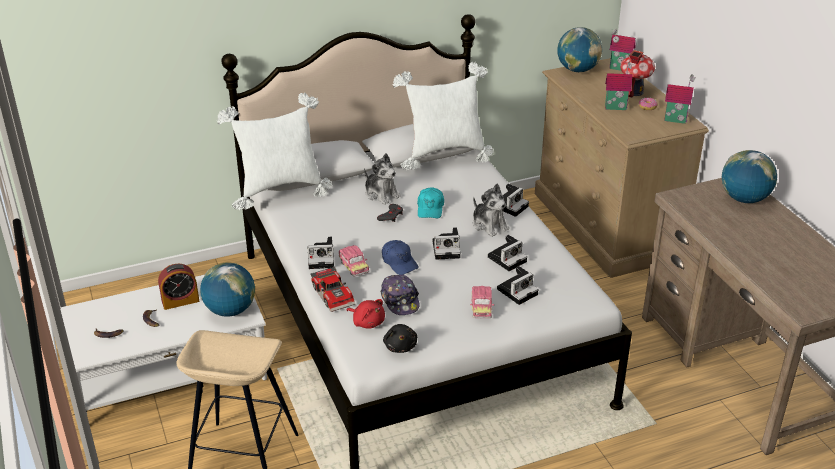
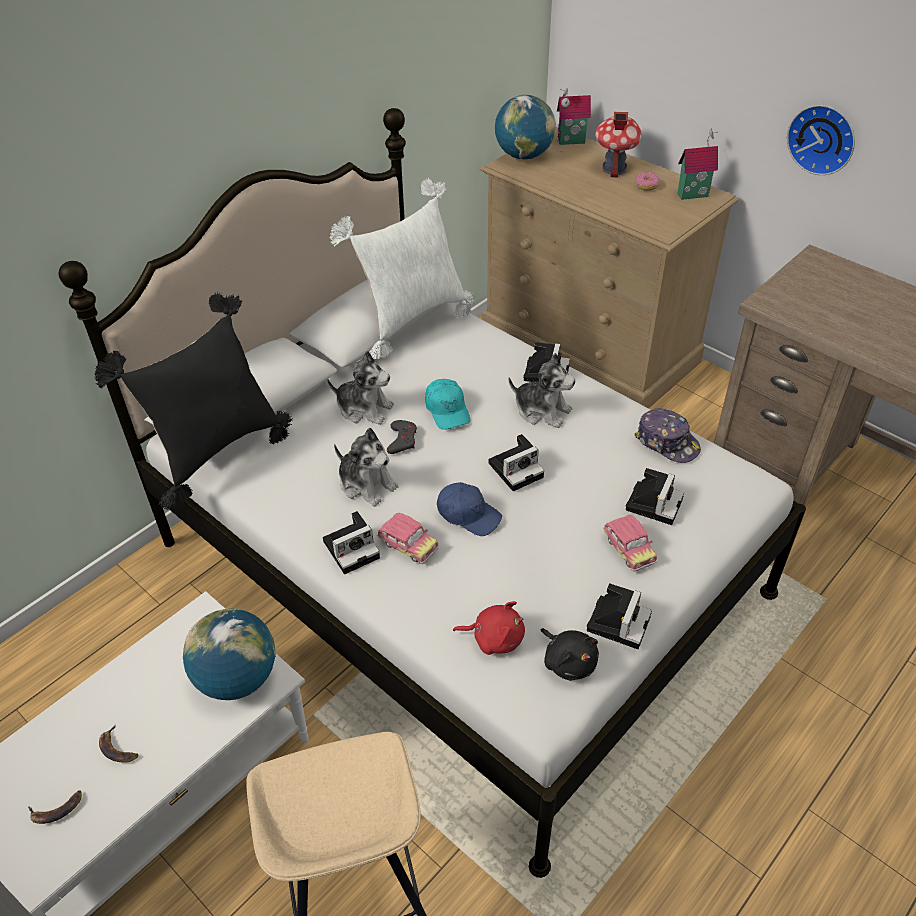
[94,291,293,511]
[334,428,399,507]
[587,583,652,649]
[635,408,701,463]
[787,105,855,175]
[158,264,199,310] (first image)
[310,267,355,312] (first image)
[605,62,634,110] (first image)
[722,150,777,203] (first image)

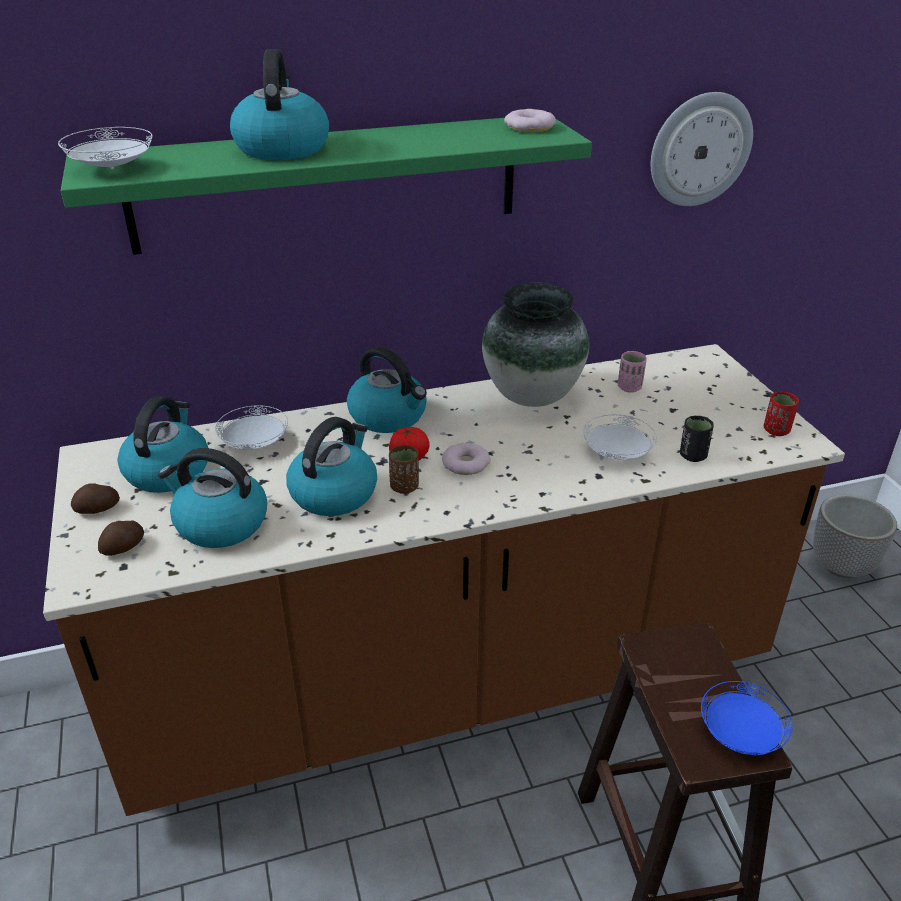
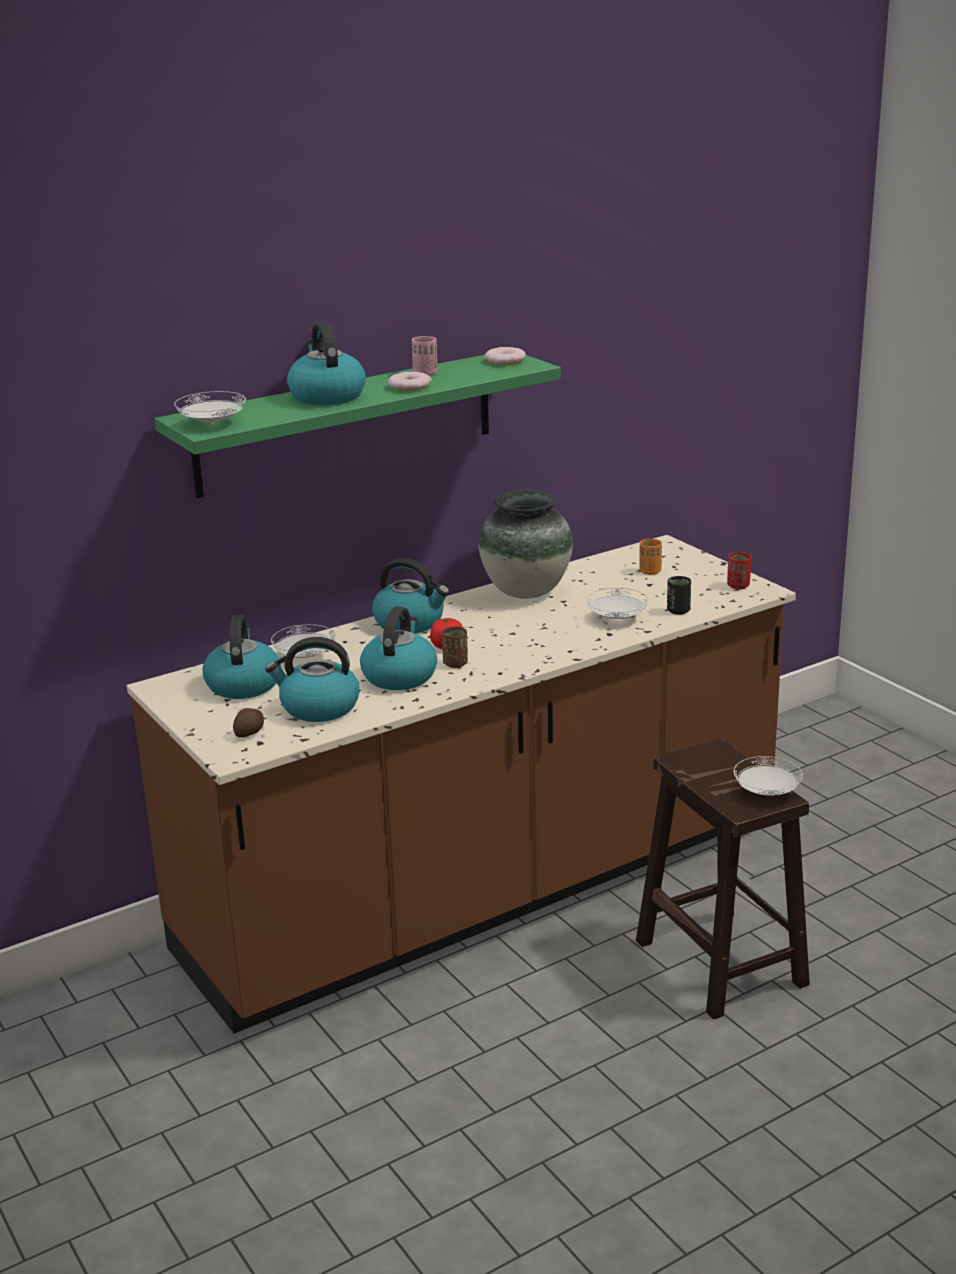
[388,372,432,391]
[412,336,437,376]
[639,539,662,575]
[734,756,803,796]
[71,483,120,514] (first image)
[651,92,753,206] (first image)
[813,494,897,578] (first image)

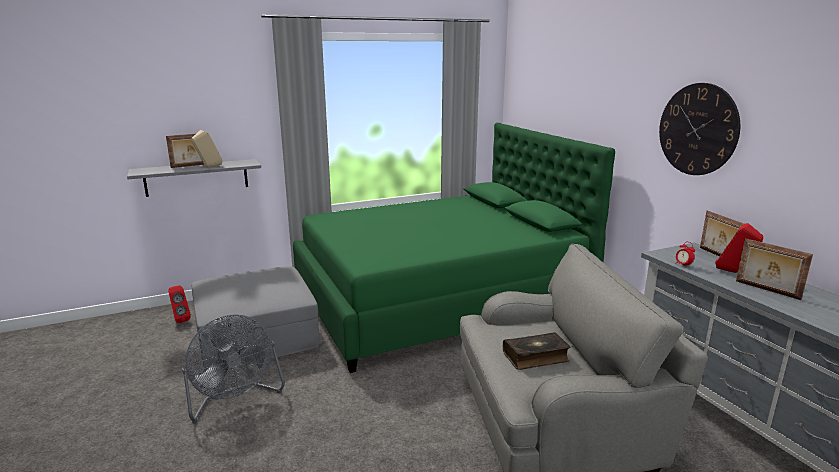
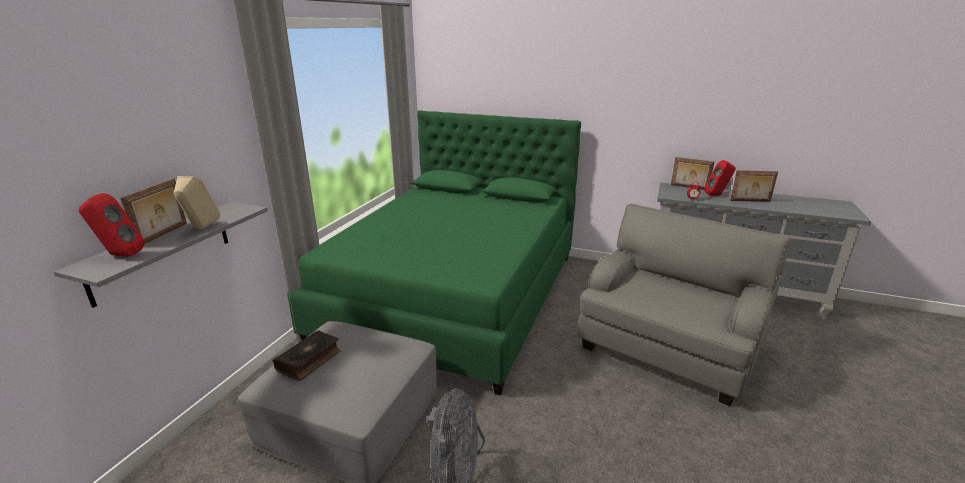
[78,193,144,257]
[273,331,340,381]
[659,83,740,175] (first image)

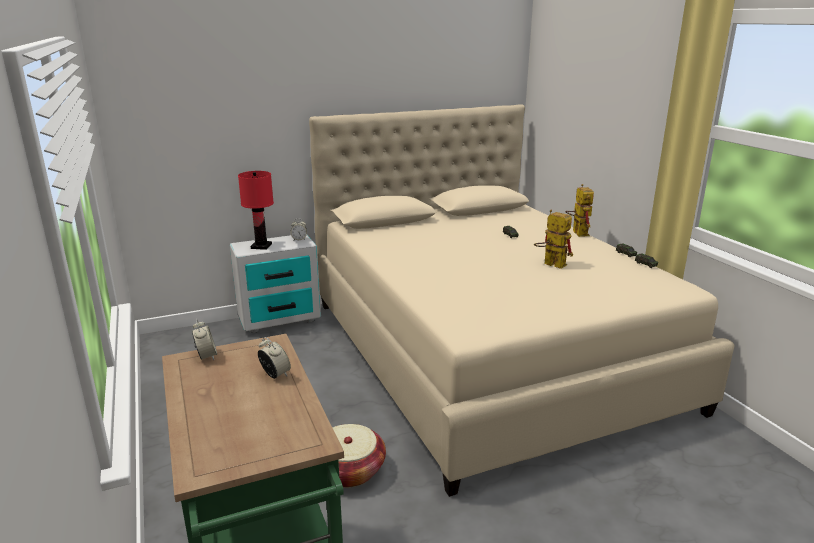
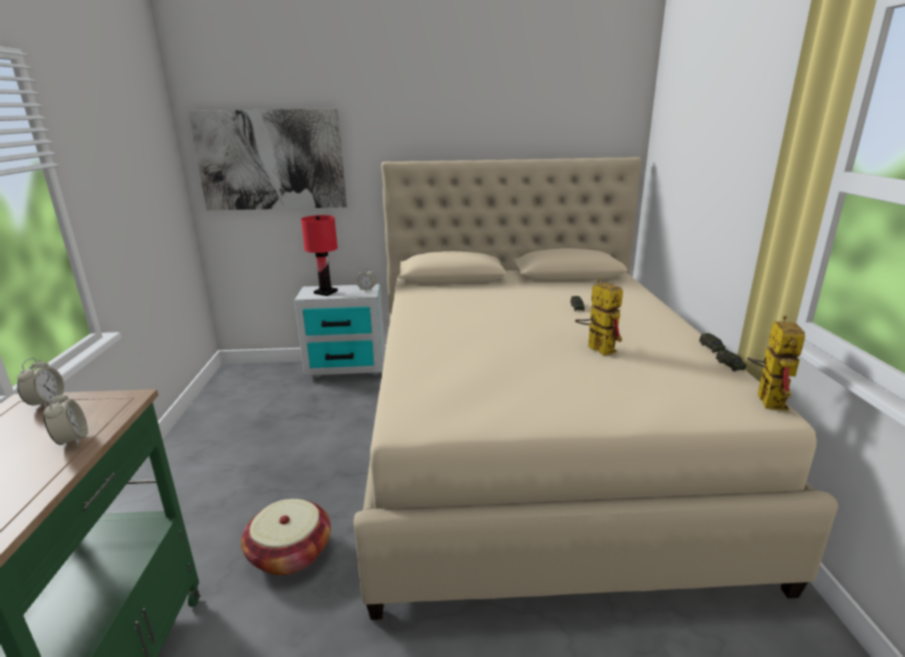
[188,109,347,210]
[747,316,805,411]

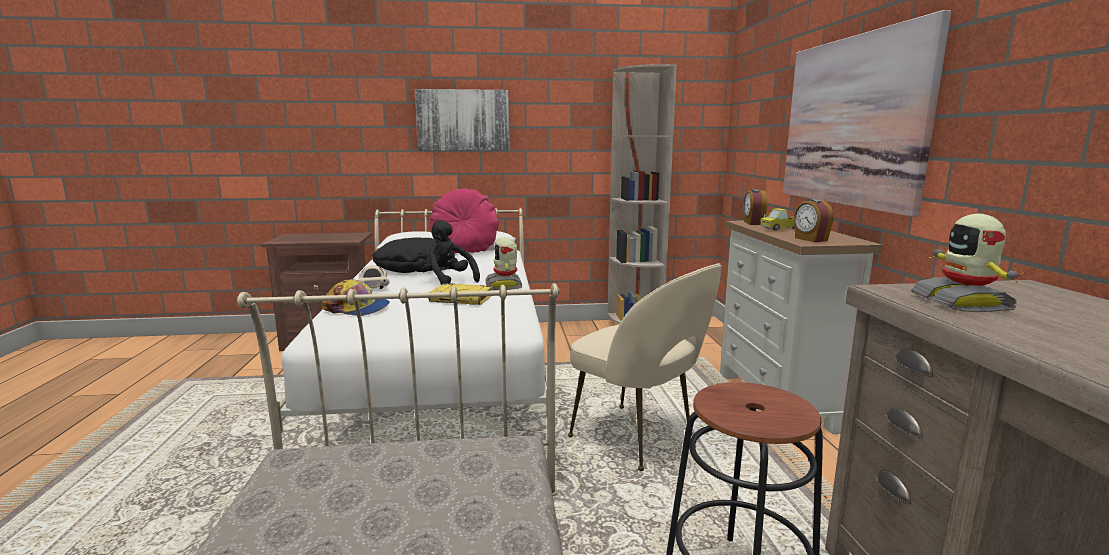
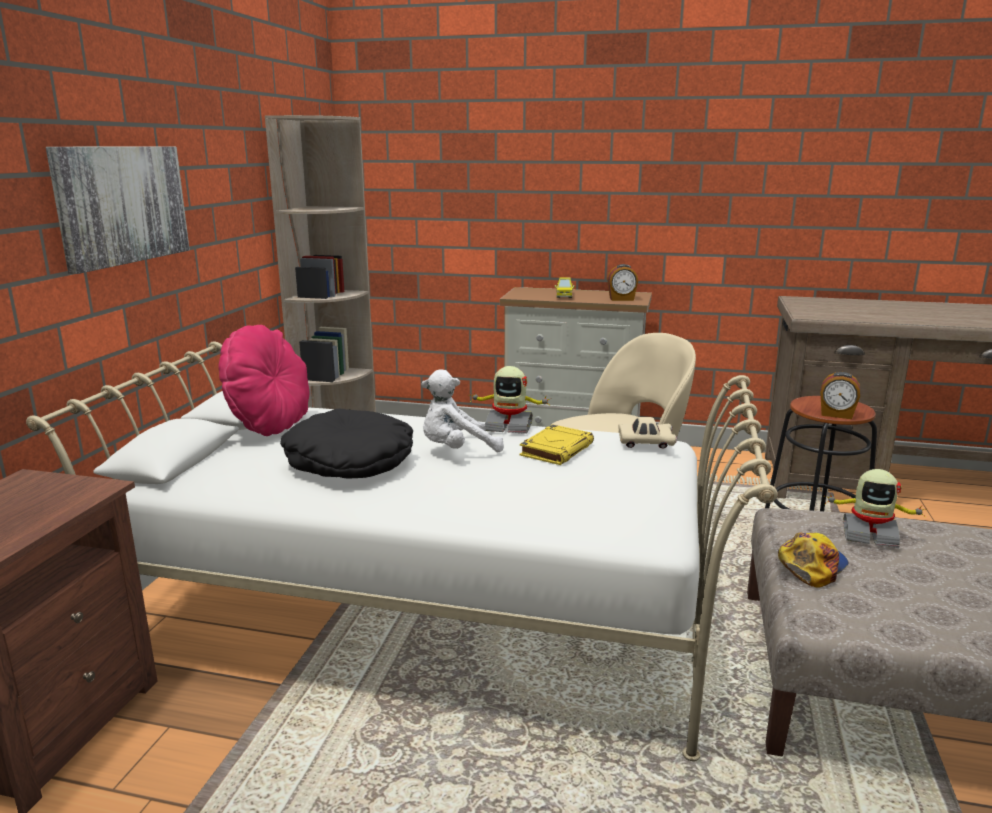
[421,369,504,452]
[619,417,677,448]
[778,532,848,588]
[820,372,860,419]
[823,469,928,548]
[783,10,951,217] (first image)

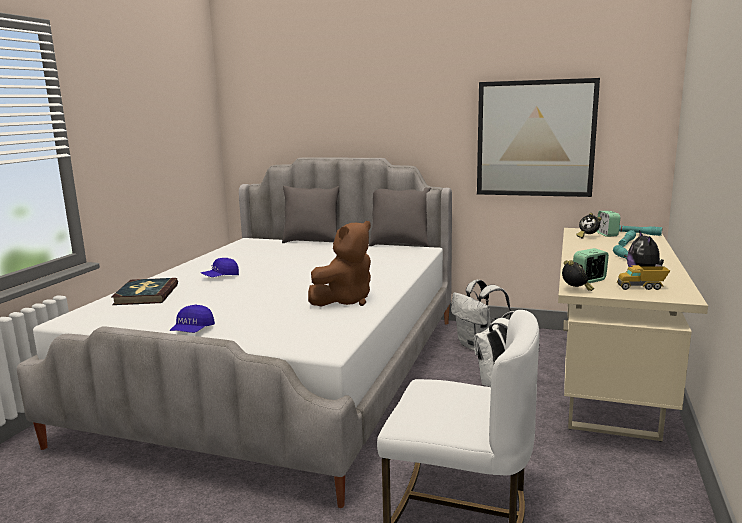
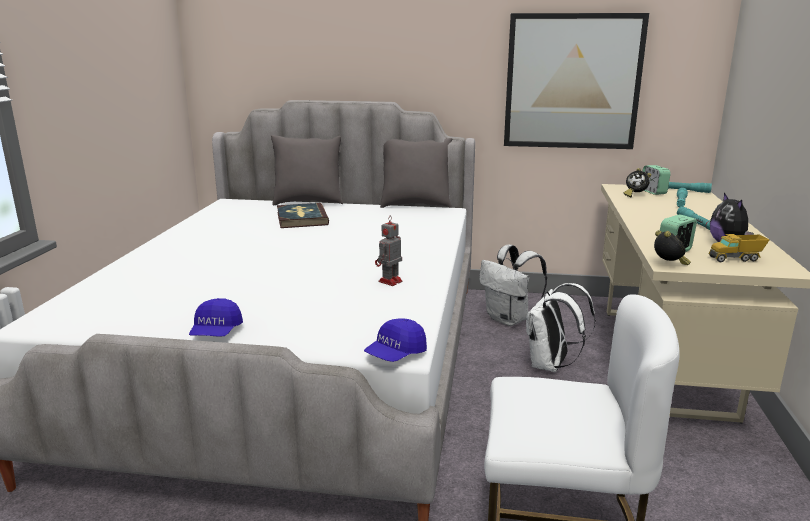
[277,203,329,228]
[364,318,427,362]
[375,216,403,286]

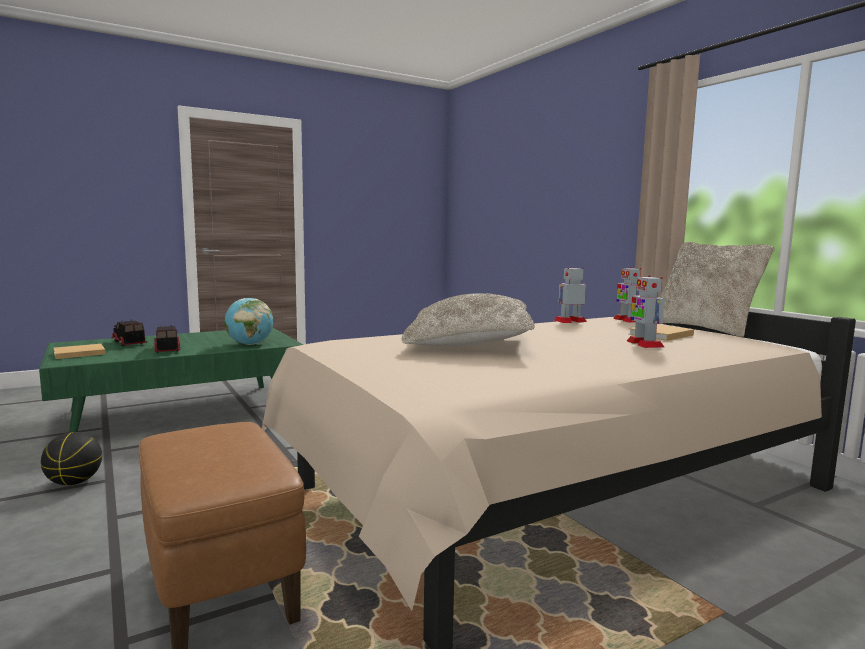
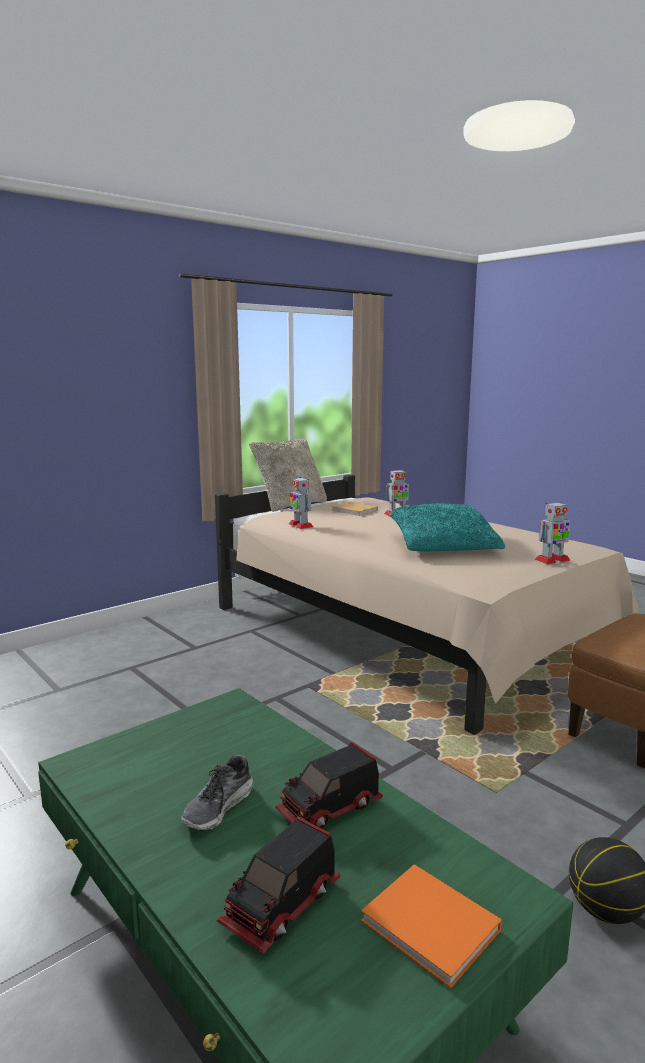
[181,755,253,830]
[361,864,502,988]
[389,504,505,551]
[535,501,570,564]
[224,298,274,345] (first image)

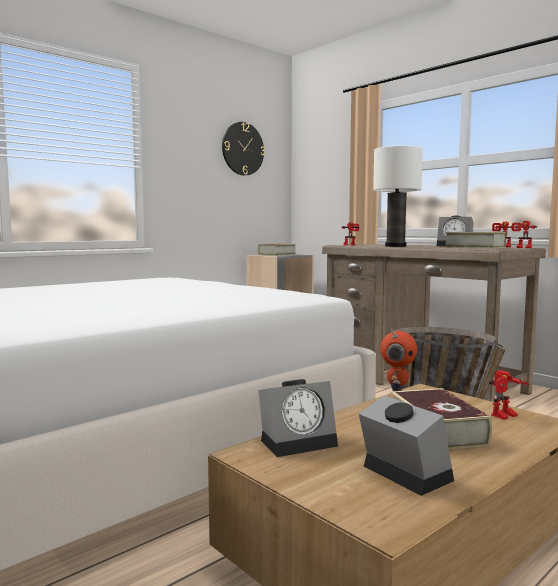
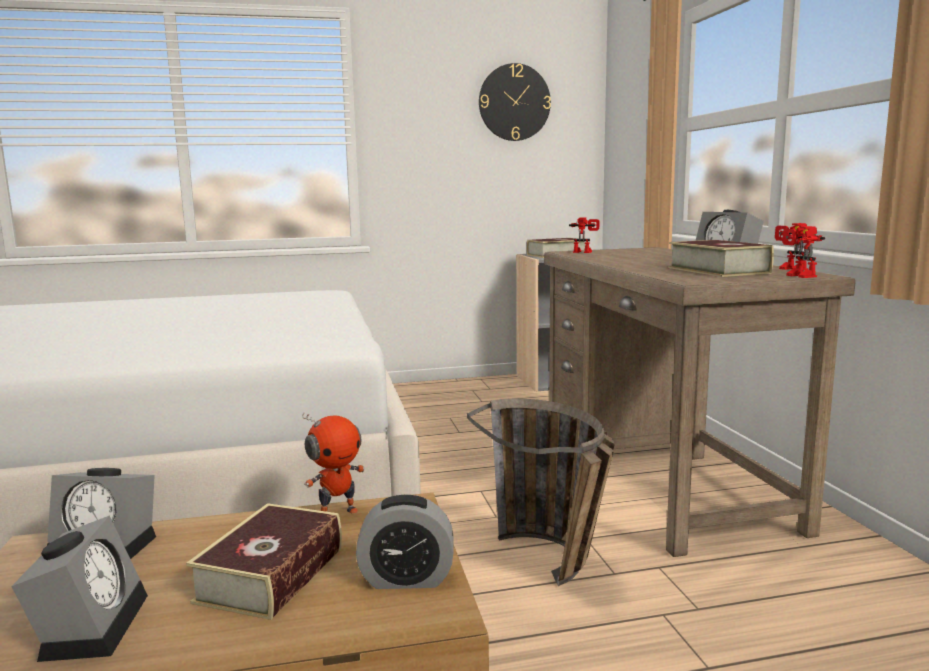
[356,494,454,589]
[373,145,423,247] (first image)

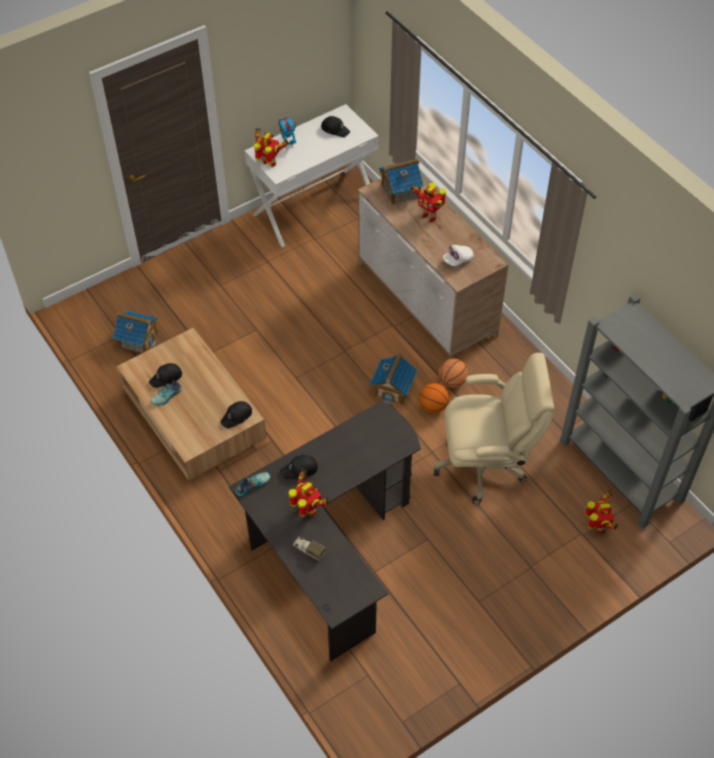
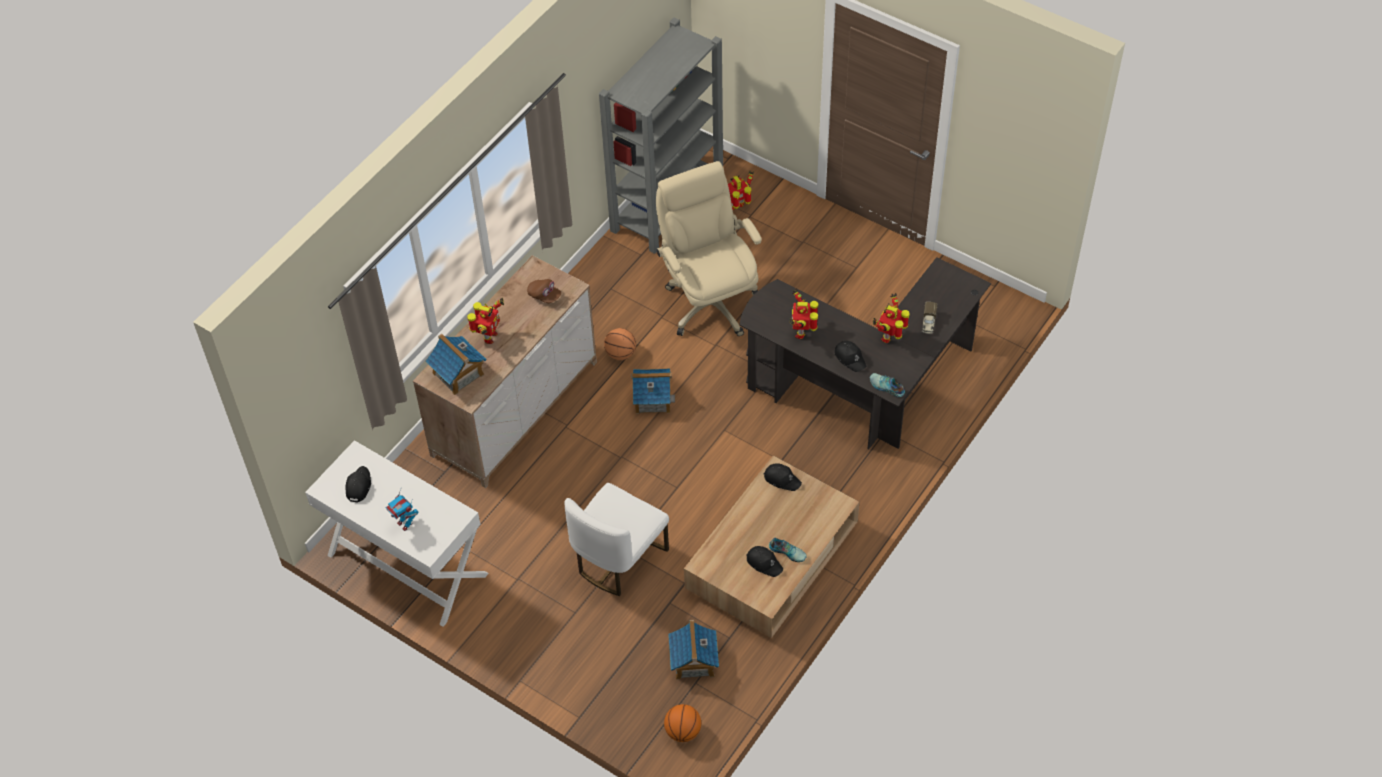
[527,279,561,303]
[565,483,669,596]
[664,704,701,742]
[789,288,818,339]

